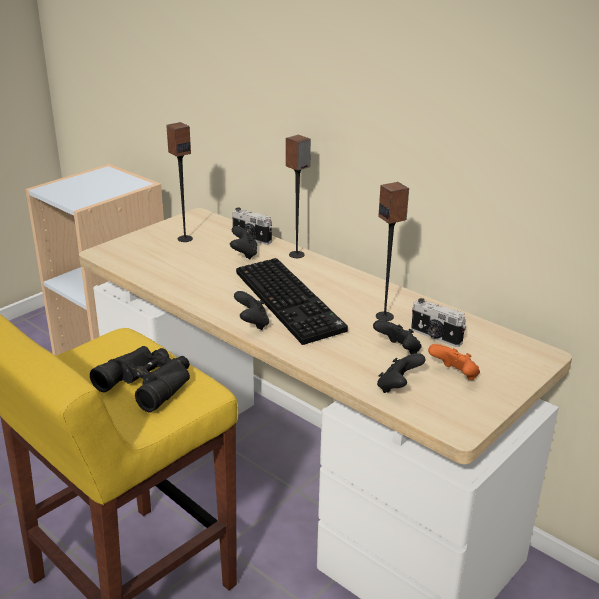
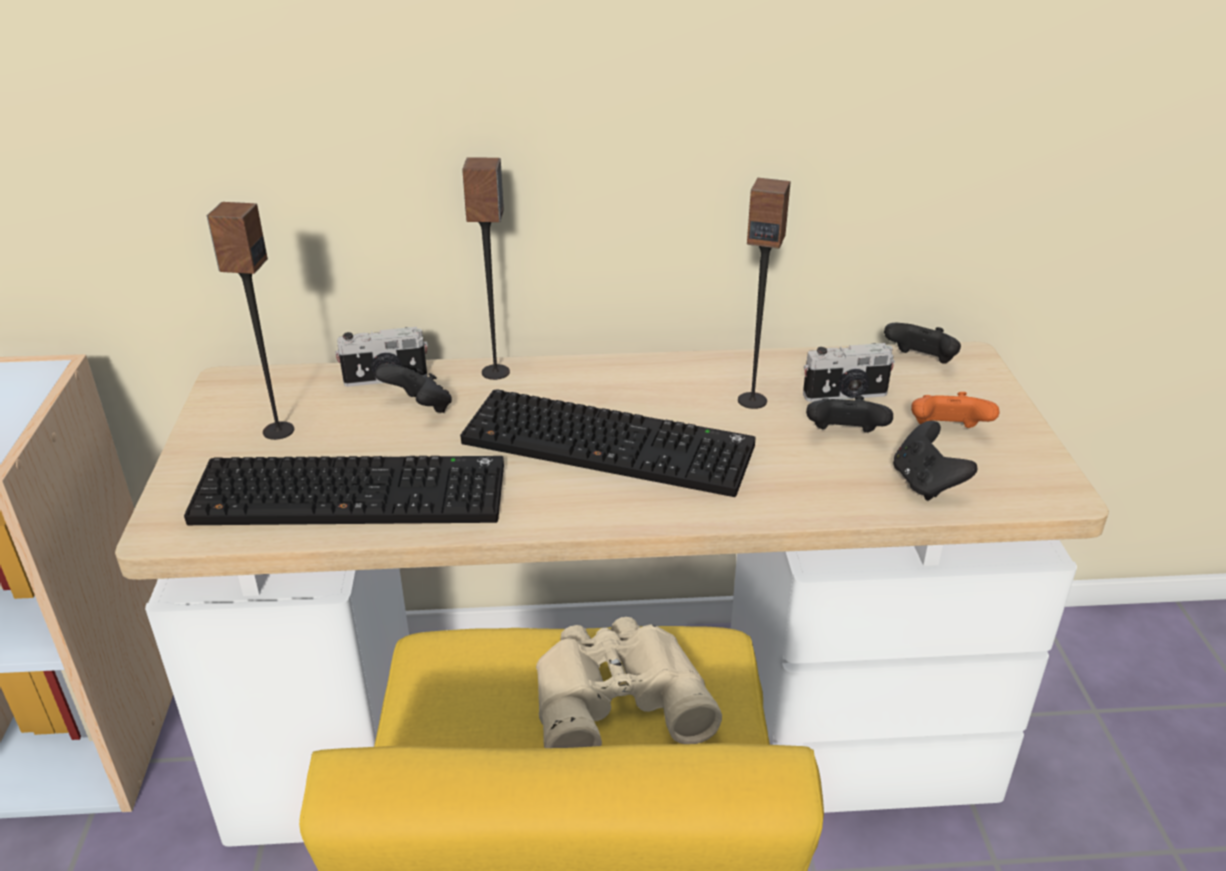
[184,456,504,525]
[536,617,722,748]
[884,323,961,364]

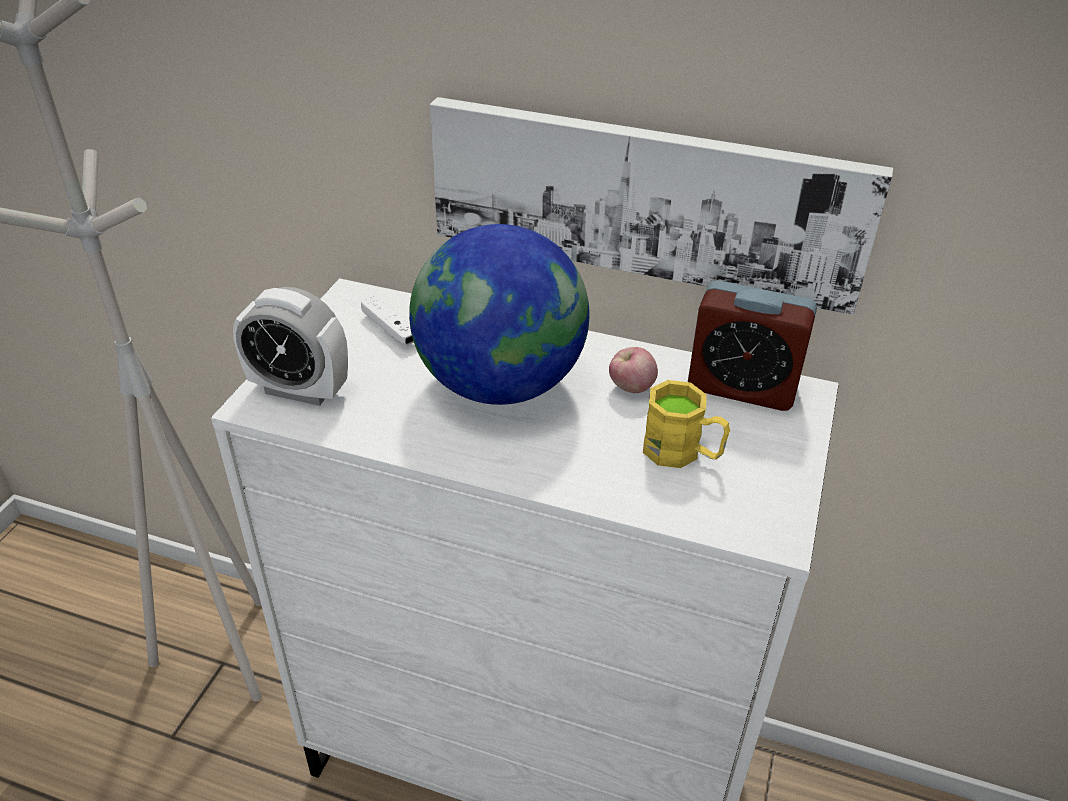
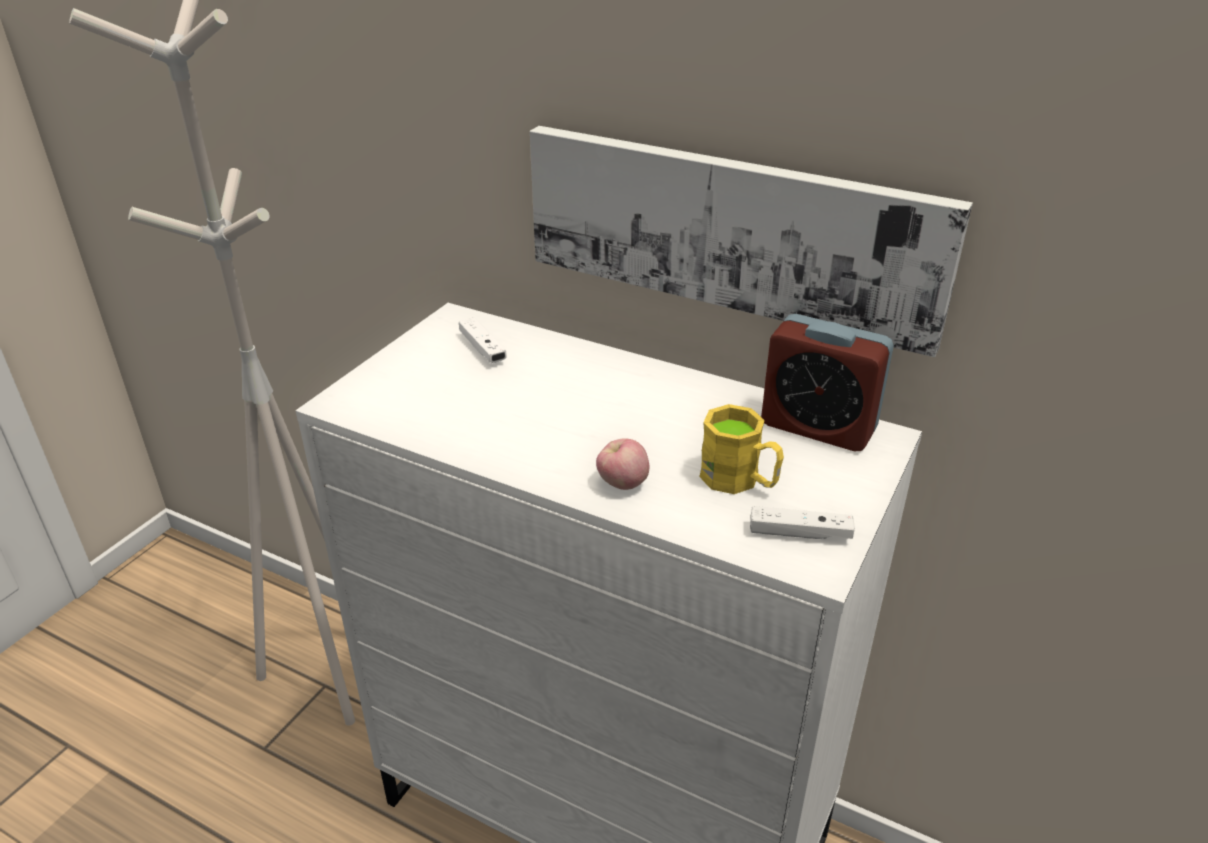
[596,438,649,490]
[750,506,855,539]
[233,287,348,406] (first image)
[409,224,590,405] (first image)

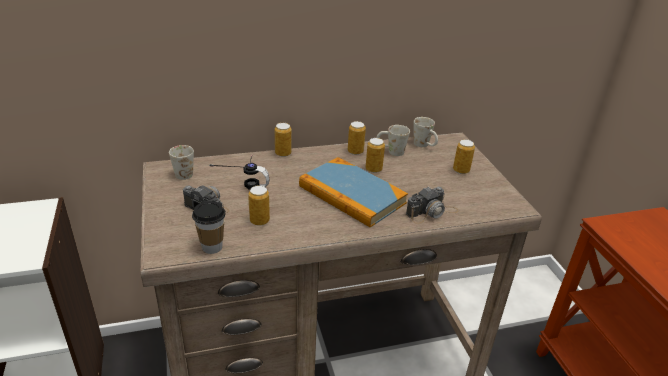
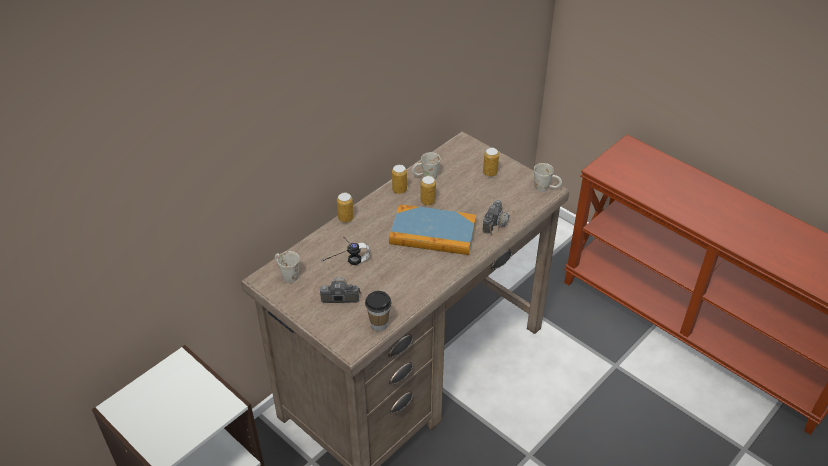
[534,163,562,192]
[248,185,270,226] (first image)

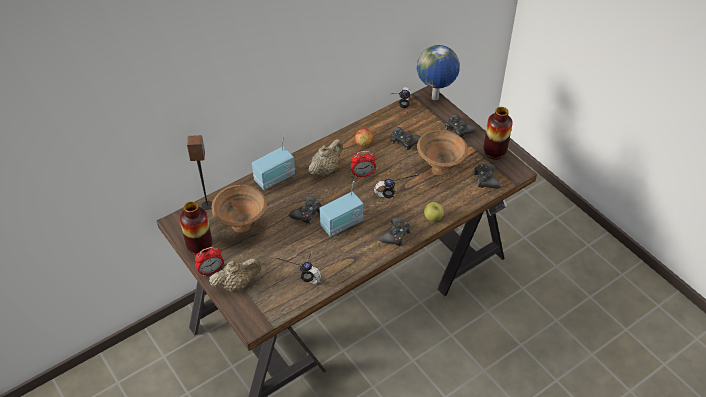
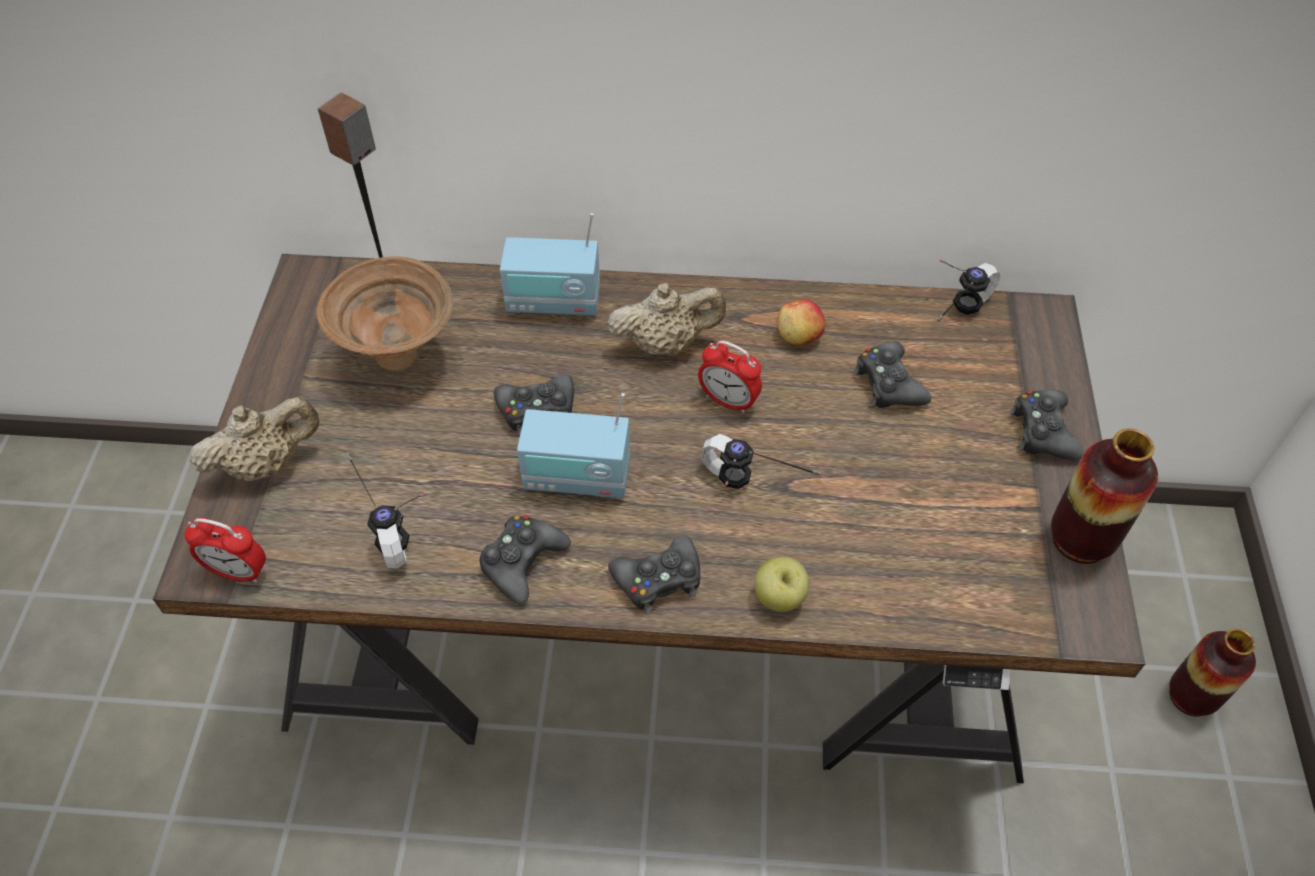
[184,518,266,583]
[189,397,319,481]
[479,515,571,605]
[1170,628,1256,717]
[417,45,460,100] (first image)
[417,130,468,176] (first image)

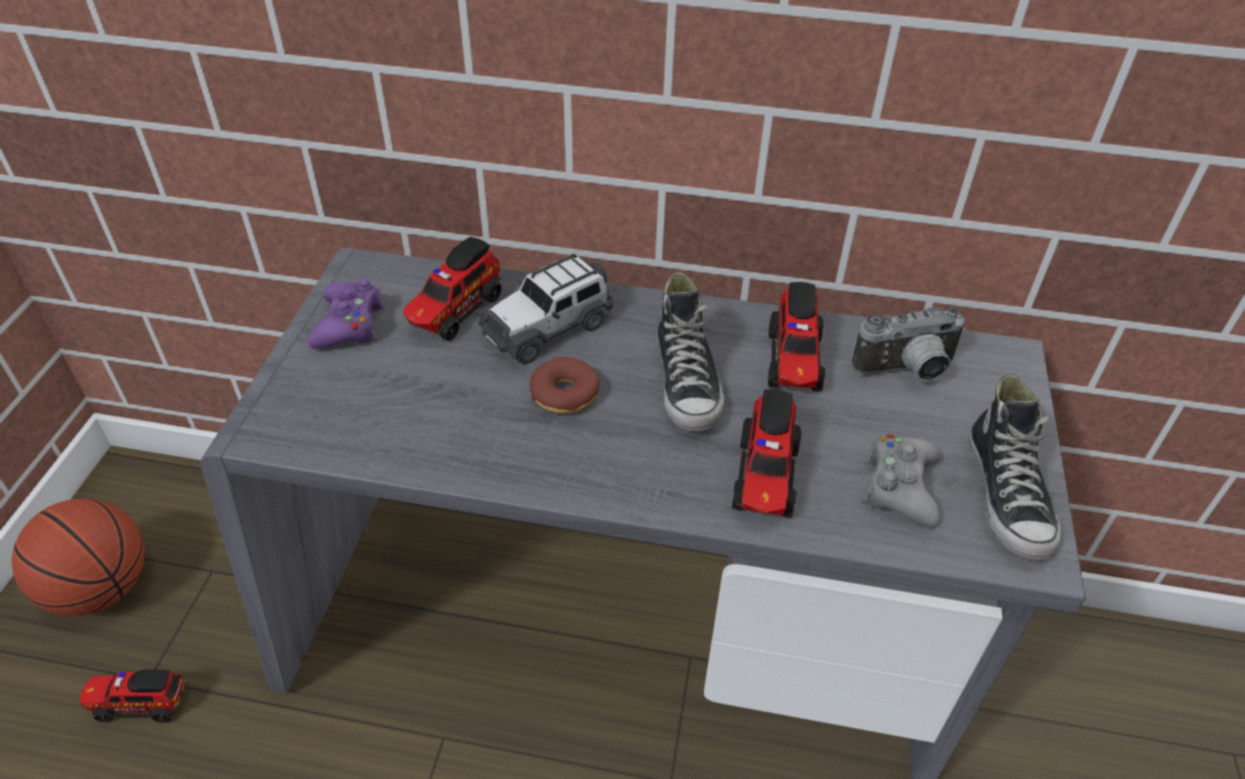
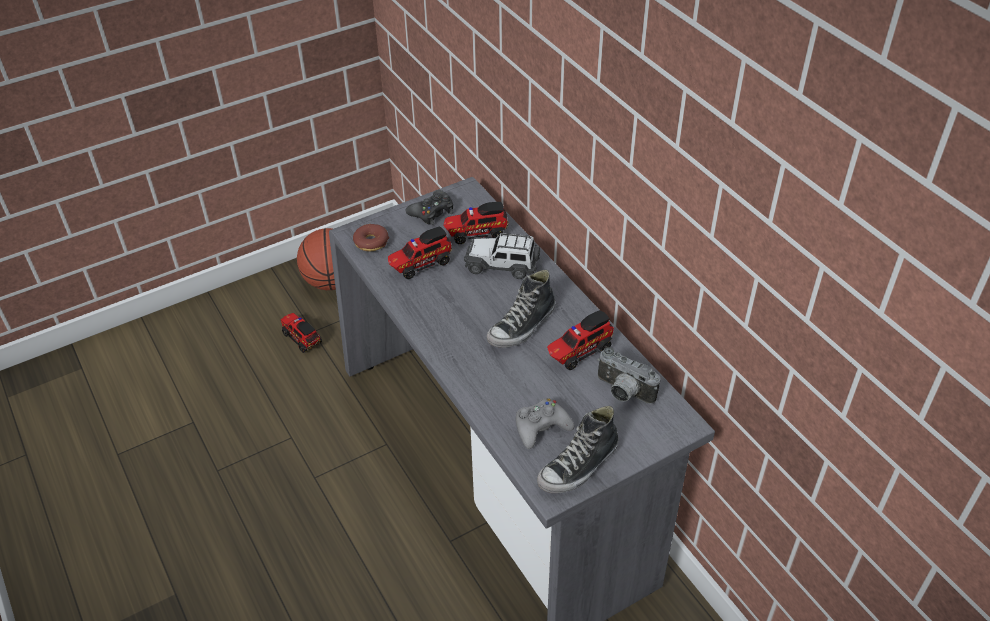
[353,224,389,251]
[388,226,452,279]
[405,190,453,225]

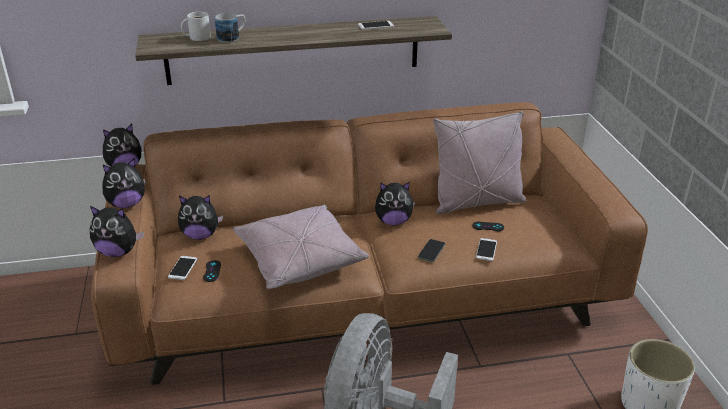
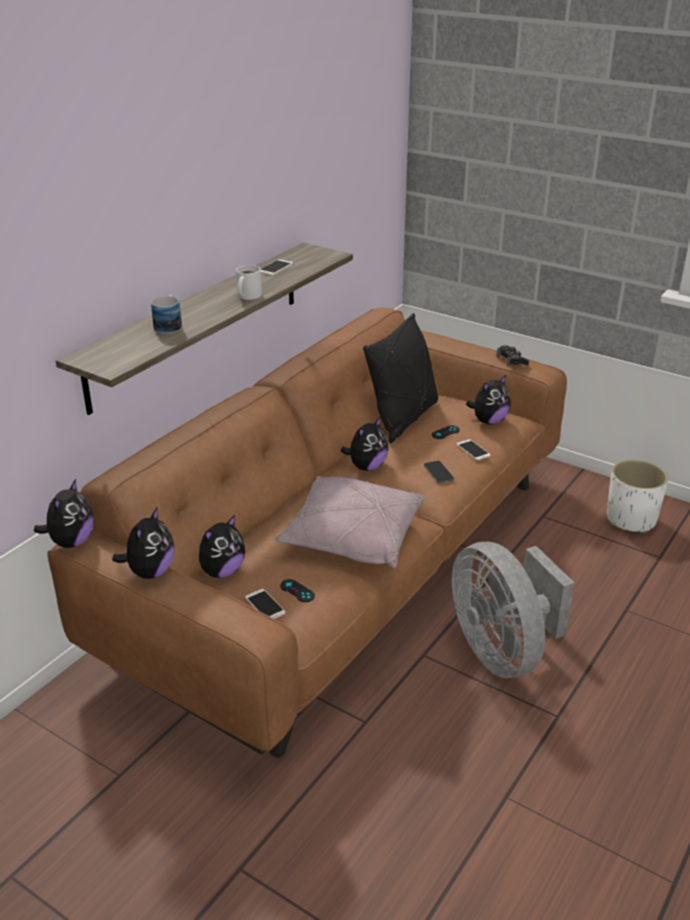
[236,265,262,300]
[363,313,438,443]
[466,375,511,425]
[496,345,529,367]

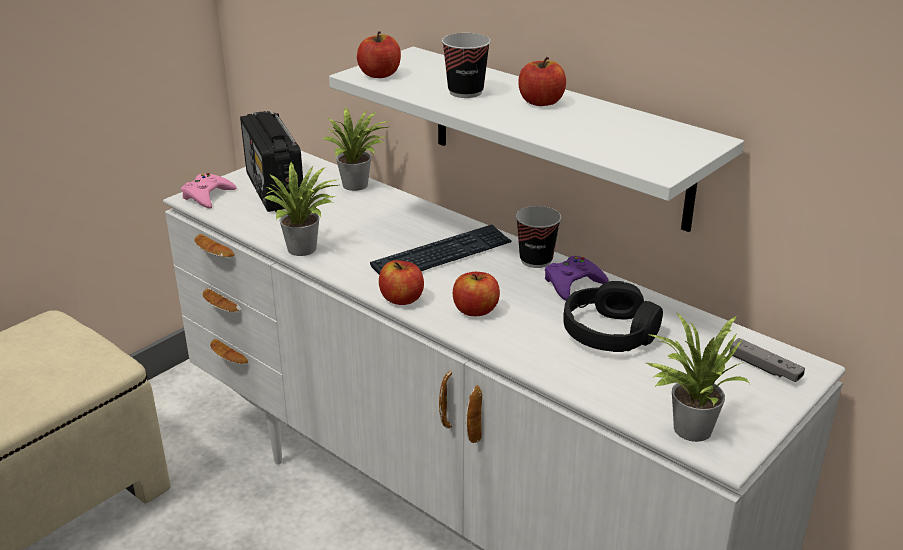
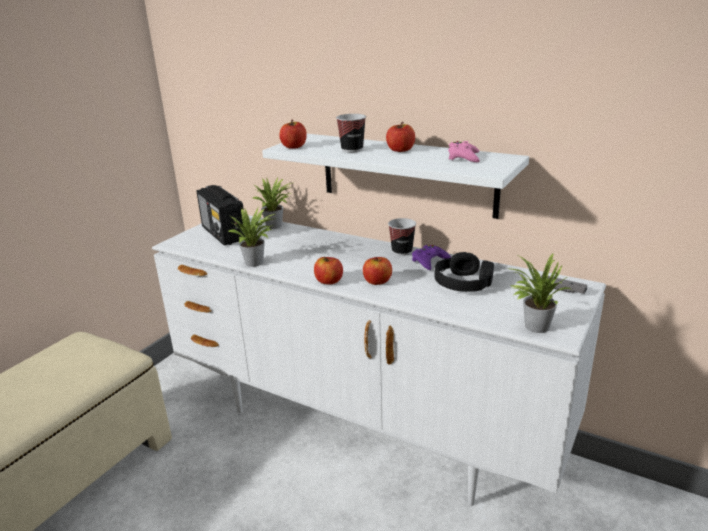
[448,141,480,162]
[370,225,512,275] (first image)

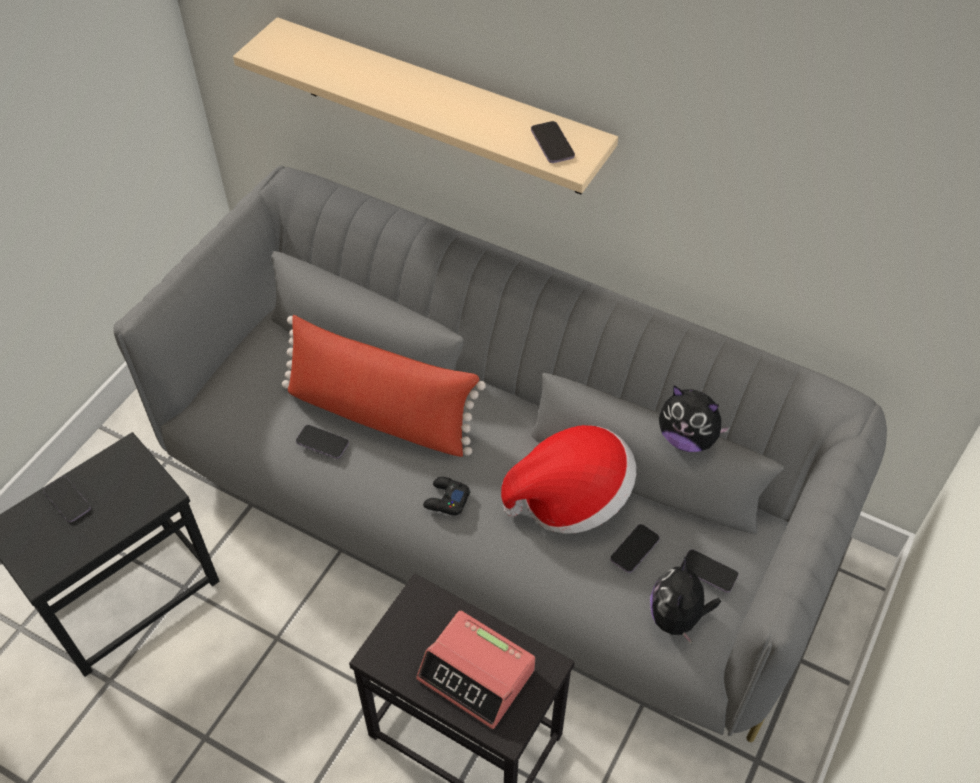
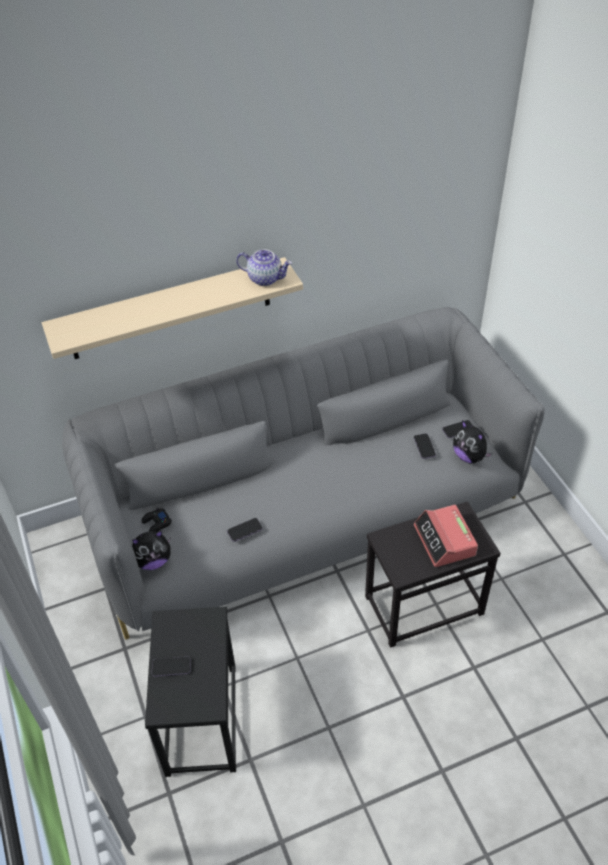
[132,531,171,570]
[142,508,172,532]
[236,249,292,286]
[414,505,478,567]
[282,315,486,457] (first image)
[501,425,636,534] (first image)

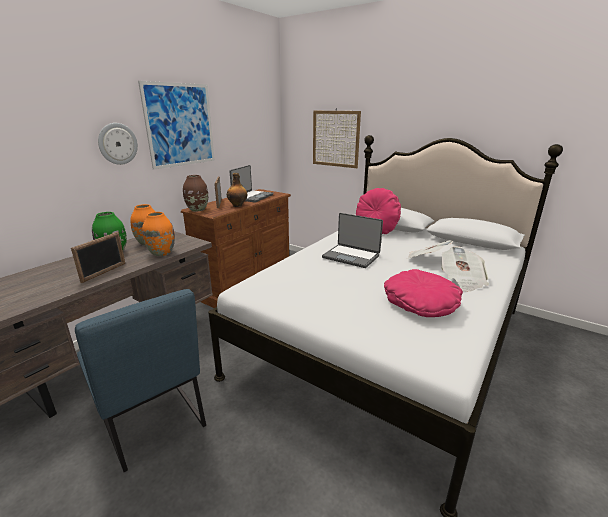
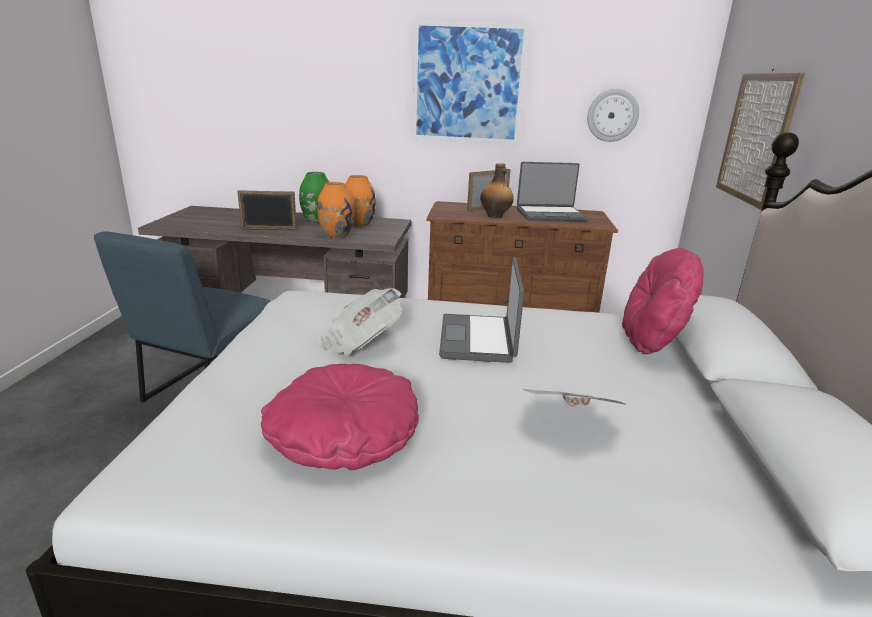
[316,288,402,356]
[587,89,639,142]
[183,175,208,211] (first image)

